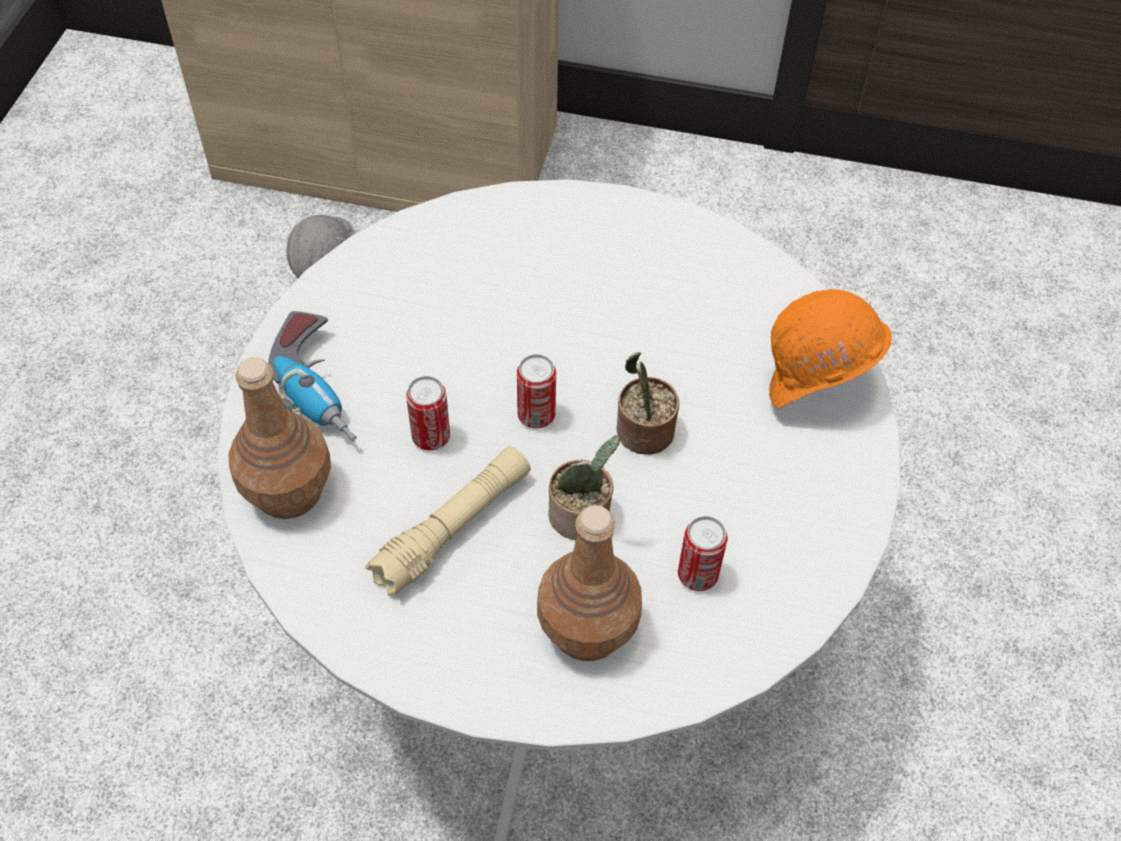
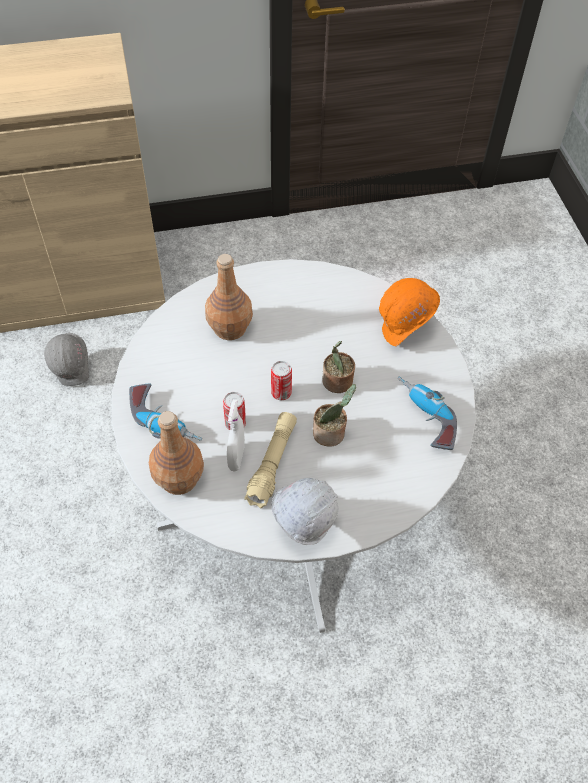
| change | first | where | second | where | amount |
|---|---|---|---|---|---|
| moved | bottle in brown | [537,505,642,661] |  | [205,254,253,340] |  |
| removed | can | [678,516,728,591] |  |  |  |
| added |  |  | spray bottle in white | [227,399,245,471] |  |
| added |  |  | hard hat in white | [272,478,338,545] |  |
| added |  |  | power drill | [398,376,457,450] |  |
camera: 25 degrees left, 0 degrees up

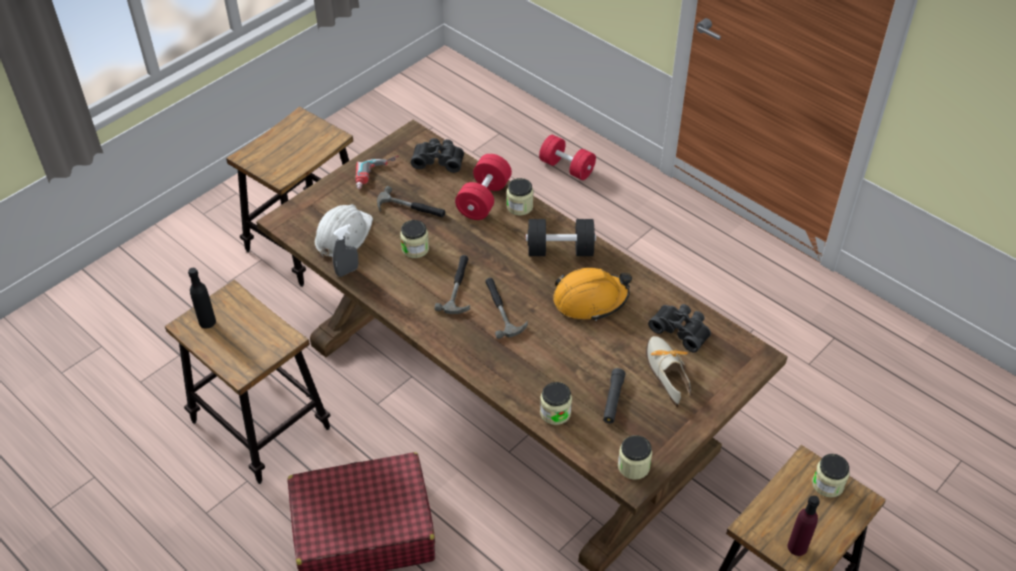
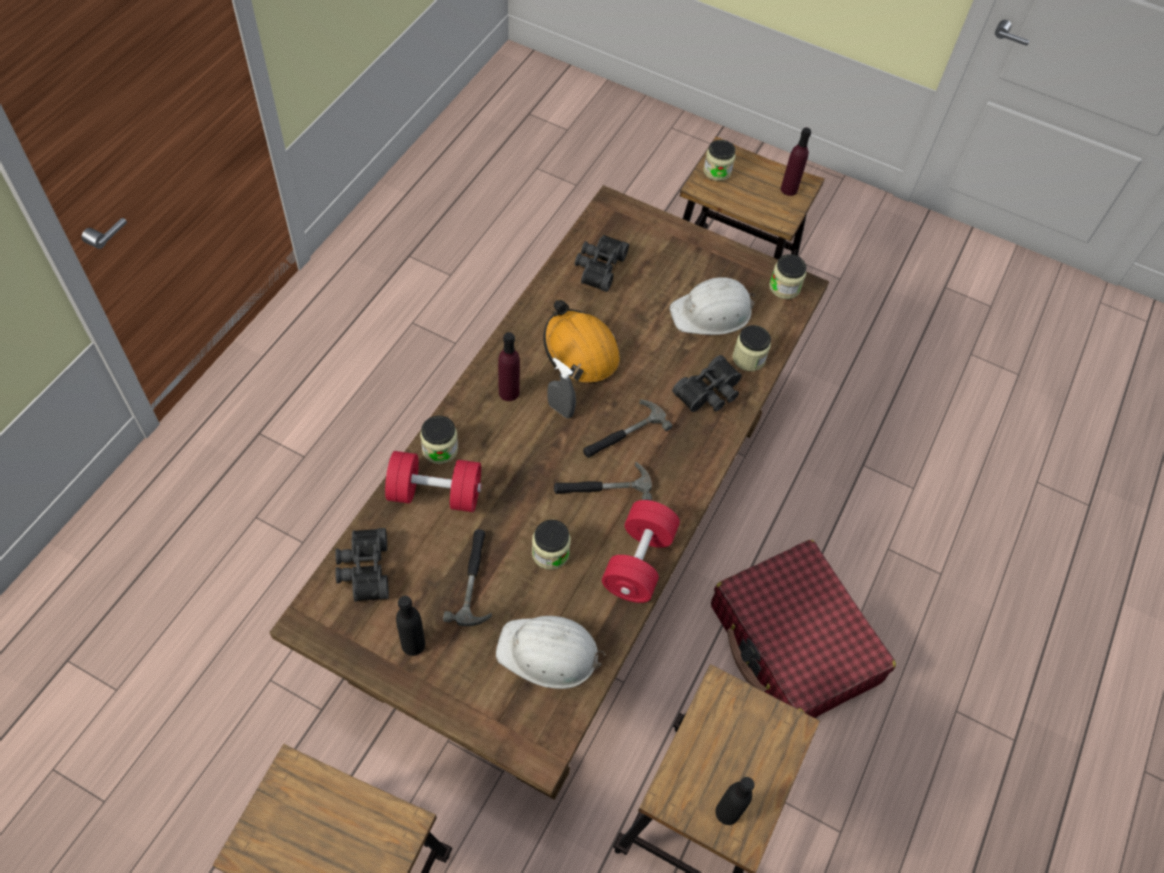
| change | first | where | second | where | amount |
|---|---|---|---|---|---|
| moved | spray bottle in grey | [332,224,358,277] |  | [547,358,576,418] |  |
| replaced | power drill | [355,156,400,189] | bottle in black | [396,596,425,656] |  |
| replaced | dumbbell in black | [526,219,596,256] | bottle in purple | [498,332,520,401] |  |
| moved | dumbbell in red | [539,135,596,180] |  | [602,500,680,603] |  |
| replaced | flashlight in black | [603,368,625,423] | hard hat in white | [670,277,756,335] |  |
| removed | shoe | [646,336,692,408] |  |  |  |
| added |  |  | binoculars in black | [672,355,742,412] |  |
camera: 110 degrees left, 10 degrees up

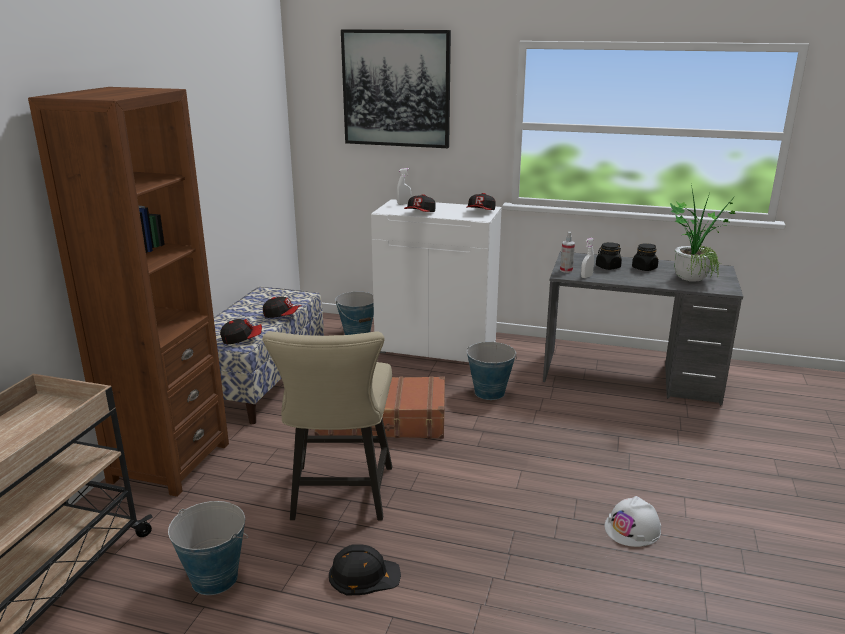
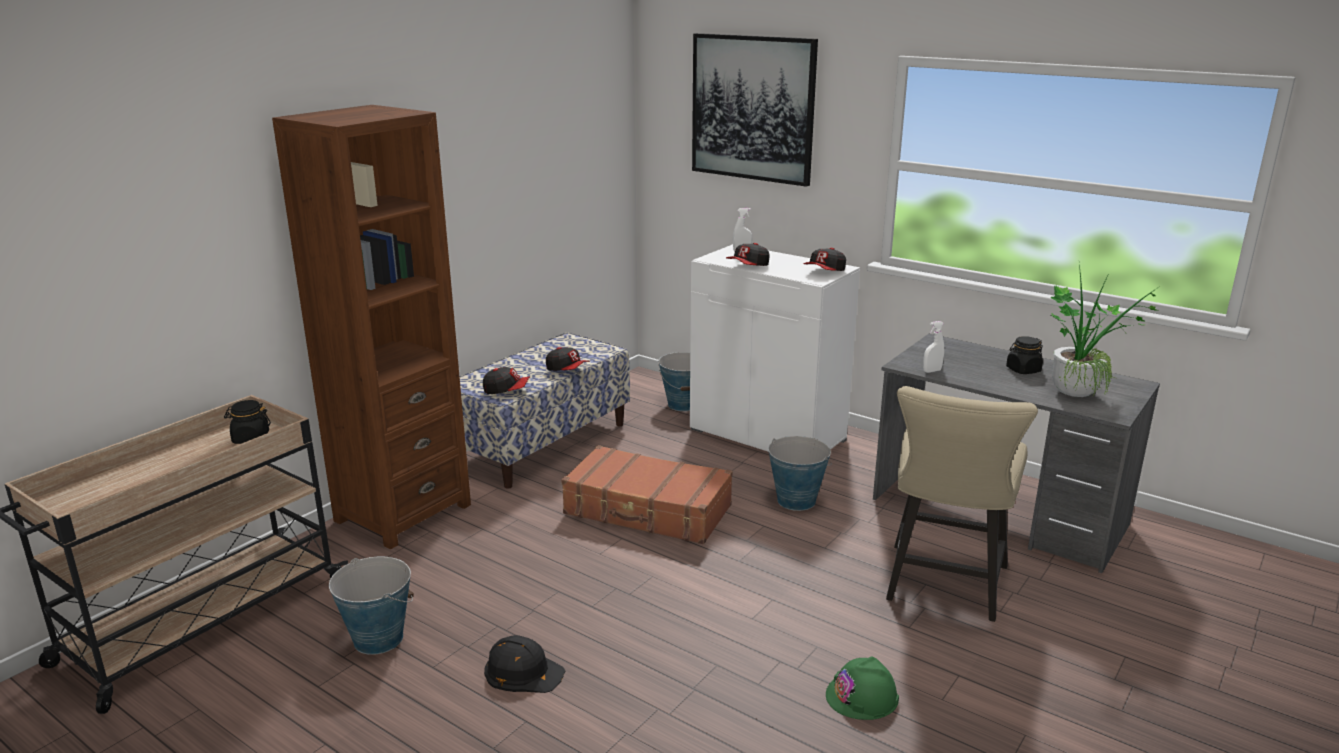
| change | first | where | second | where | amount |
|---|---|---|---|---|---|
| moved | chair in beige | [262,331,392,521] |  | [886,386,1038,622] |  |
| removed | spray bottle | [560,232,575,273] |  |  |  |
| moved | jar in black | [596,242,622,270] |  | [224,400,271,444] |  |
| recoloured | hard hat in white | [605,496,661,547] | hard hat in green | [826,656,899,720] |  |
camera: 20 degrees right, 0 degrees up

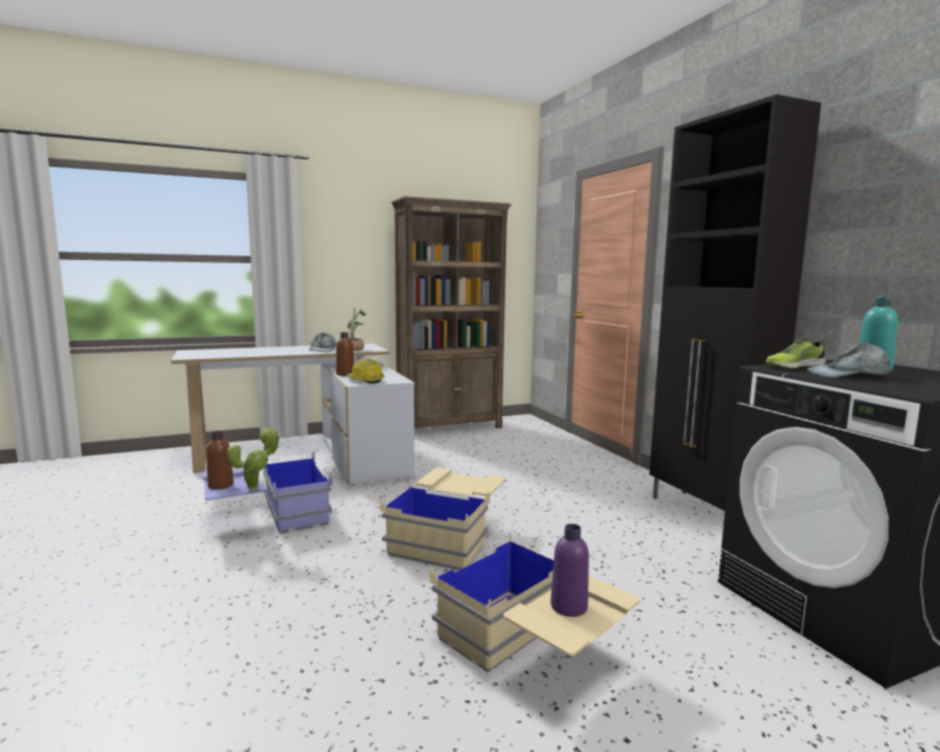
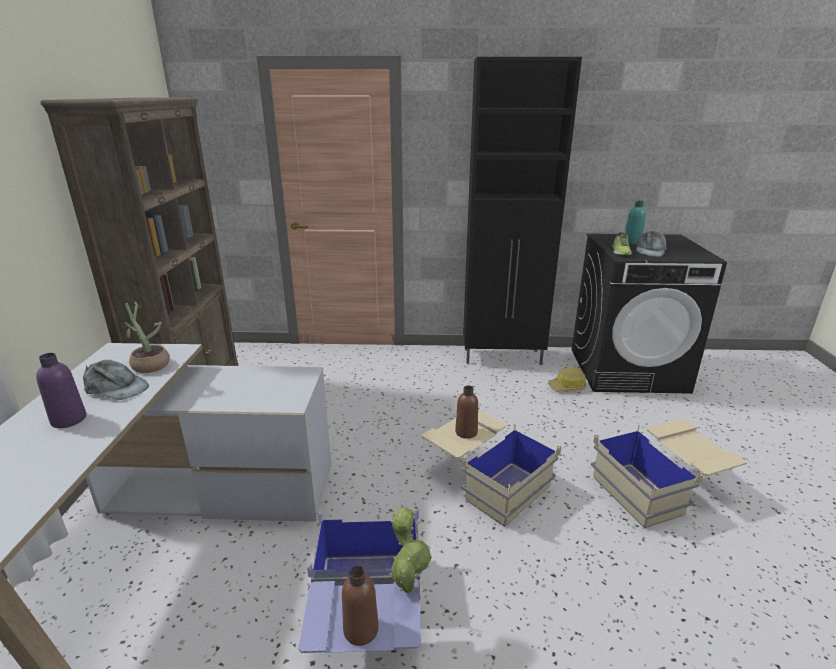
| change | first | where | second | where | amount |
|---|---|---|---|---|---|
| moved | bottle in brown | [336,332,354,376] |  | [455,386,478,439] |  |
| moved | hard hat | [347,358,385,384] |  | [548,367,587,391] |  |
| moved | bottle in purple | [551,524,589,617] |  | [36,353,86,428] |  |
camera: 65 degrees left, 15 degrees up

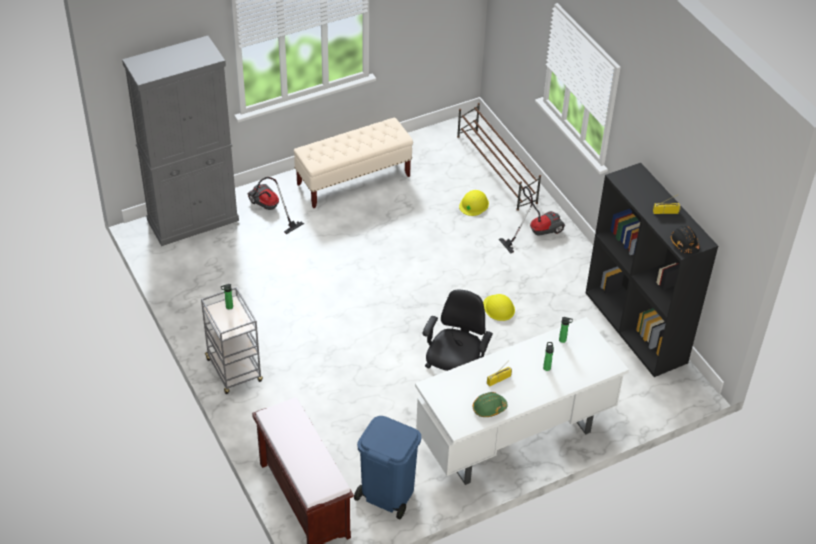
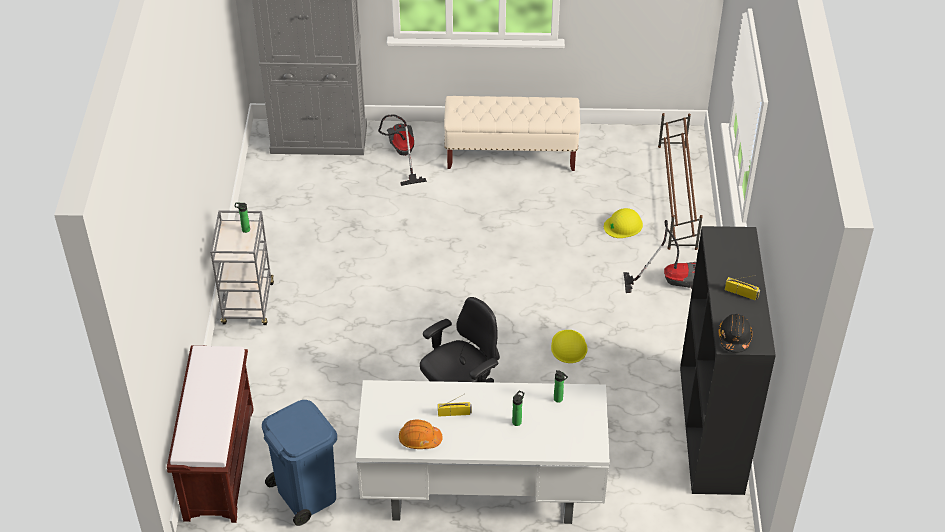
| change | first | where | second | where | amount |
|---|---|---|---|---|---|
| recoloured | hard hat in green | [473,392,507,417] | hard hat in orange | [399,420,443,449] |  |
camera: 30 degrees right, 0 degrees up

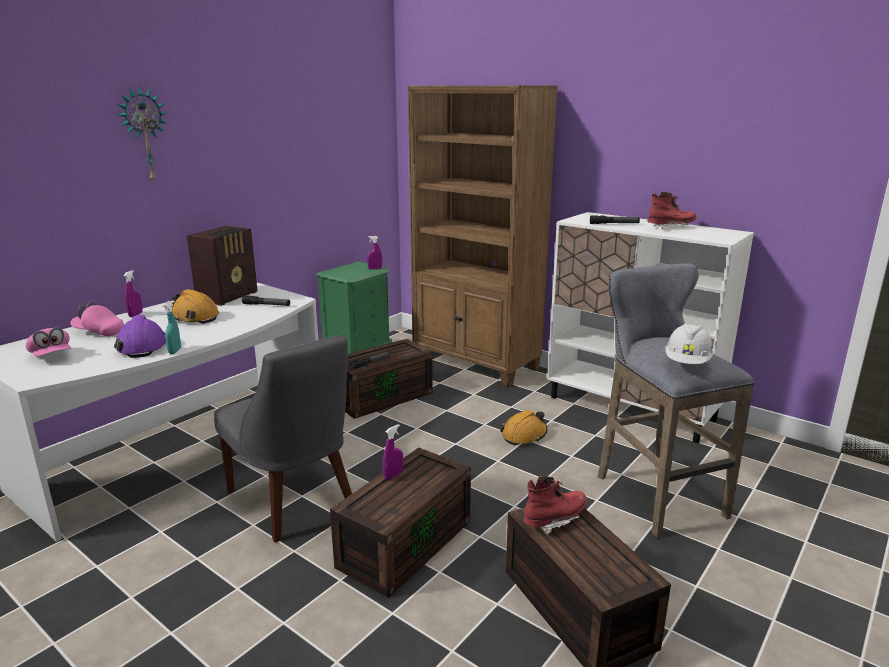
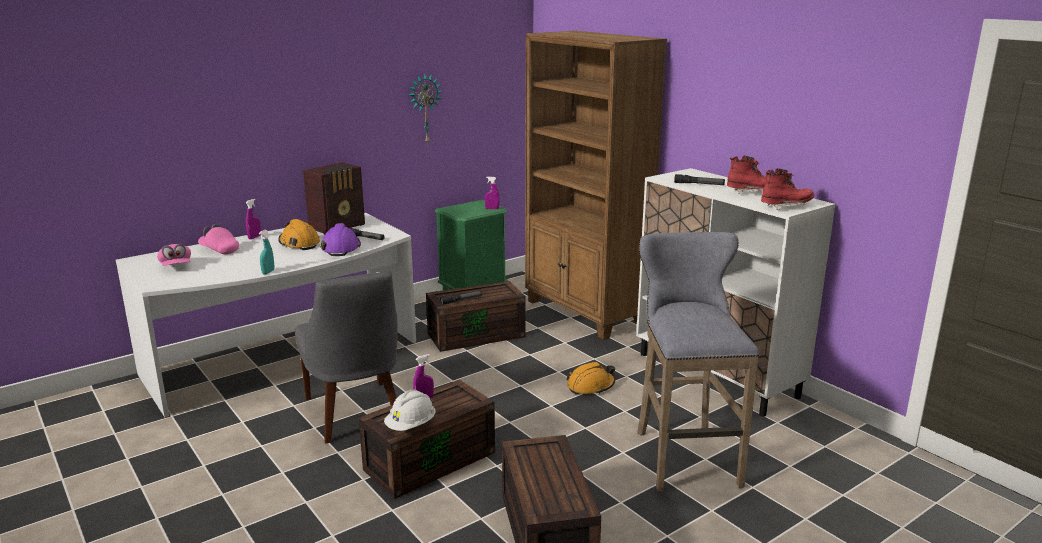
| change | first | where | second | where | amount |
|---|---|---|---|---|---|
| moved | hard hat in purple | [114,315,166,358] |  | [320,223,361,256] |  |
| moved | wall clock | [118,87,168,183] |  | [409,74,442,145] |  |
| moved | boot in red | [524,476,587,535] |  | [761,168,814,210] |  |
| moved | hard hat in white | [665,323,714,364] |  | [384,390,435,431] |  |
camera: 15 degrees right, 0 degrees up

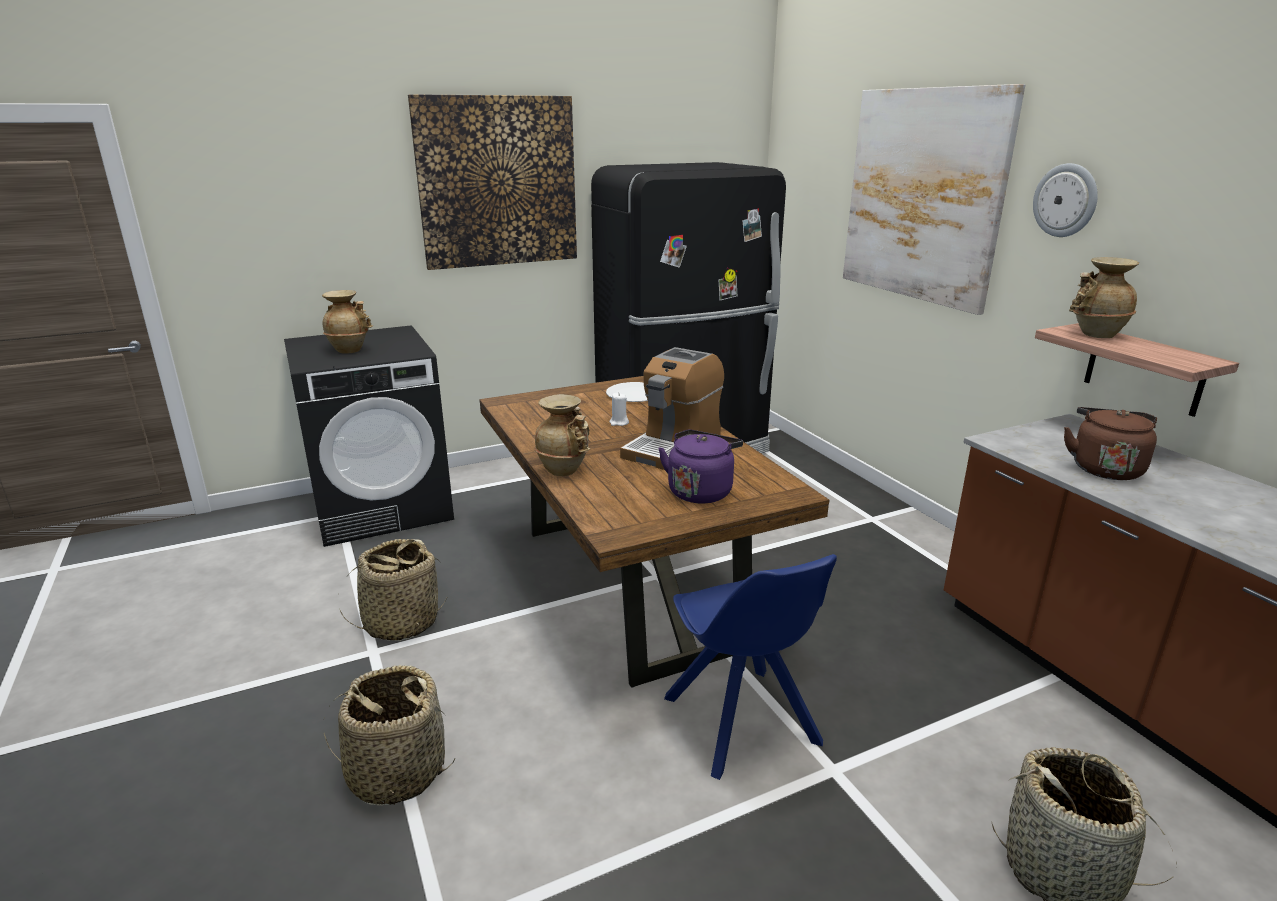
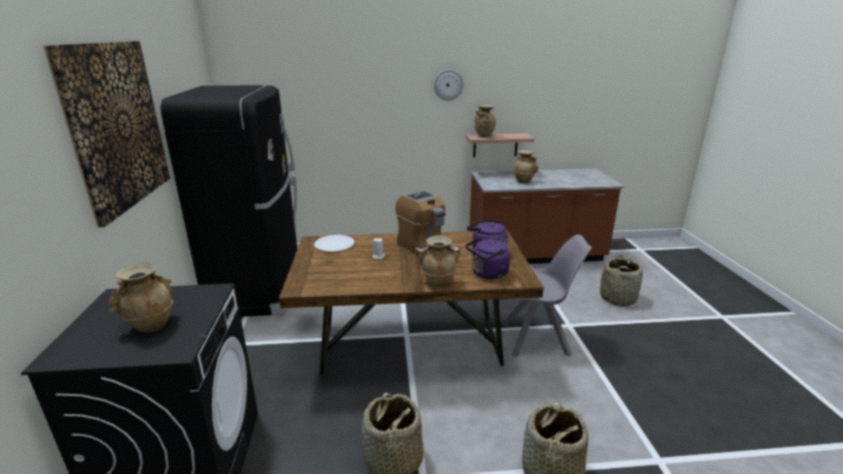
| change | first | where | second | where | amount |
|---|---|---|---|---|---|
| recoloured | chair in blue | [664,554,837,780] | chair in grey | [502,235,592,357] |  |
| removed | picture | [843,84,1025,315] |  |  |  |
| replaced | kettle in brown | [1064,407,1157,480] | vase in beige | [513,150,539,183] |  |
| added |  |  | kettle in purple | [466,237,510,280] |  |
camera: 70 degrees left, 0 degrees up

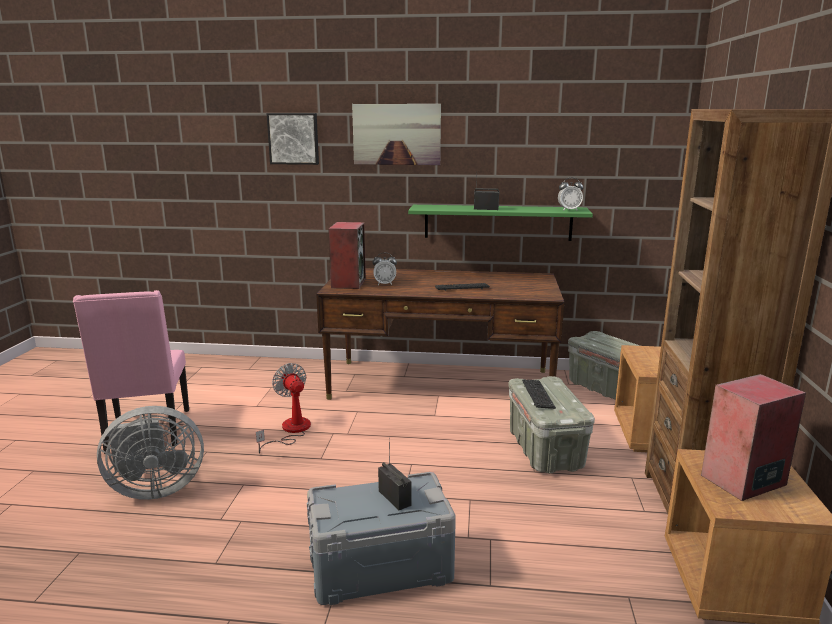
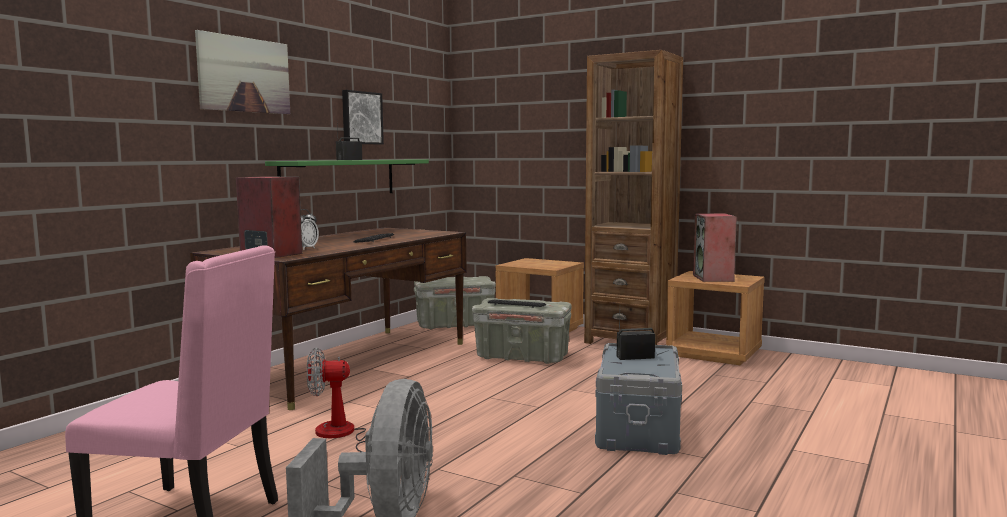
| change | first | where | second | where | amount |
|---|---|---|---|---|---|
| moved | picture | [267,113,319,165] |  | [342,90,384,144] |  |
| removed | alarm clock | [558,177,584,211] |  |  |  |
camera: 65 degrees left, 10 degrees down

